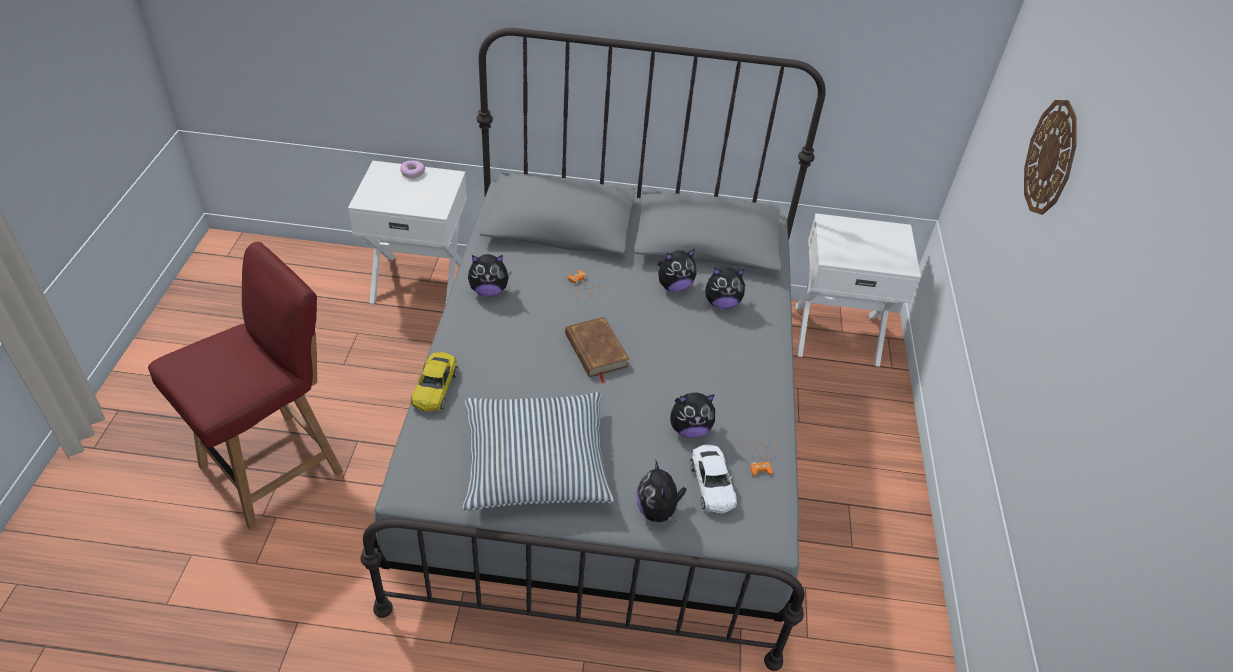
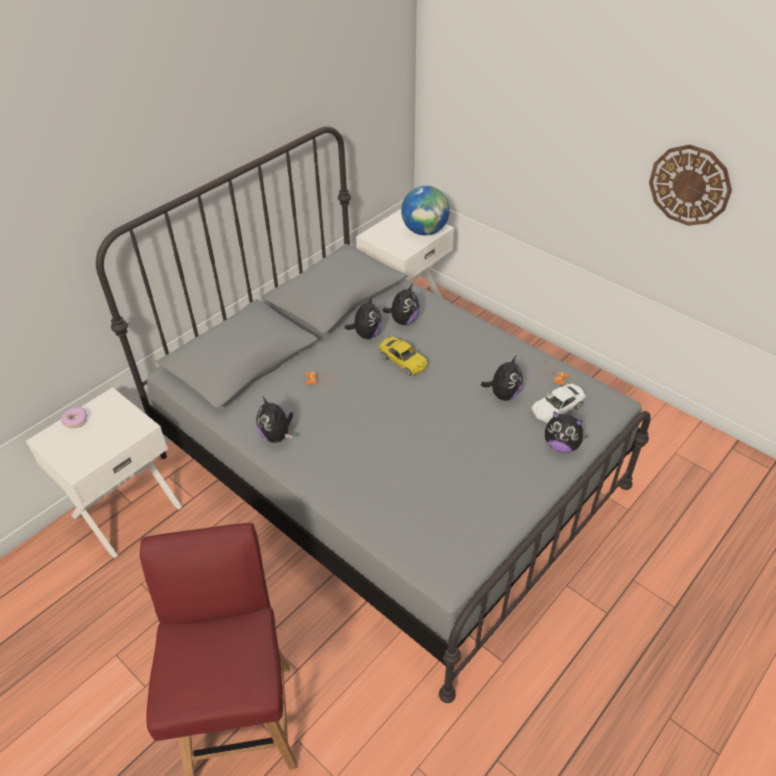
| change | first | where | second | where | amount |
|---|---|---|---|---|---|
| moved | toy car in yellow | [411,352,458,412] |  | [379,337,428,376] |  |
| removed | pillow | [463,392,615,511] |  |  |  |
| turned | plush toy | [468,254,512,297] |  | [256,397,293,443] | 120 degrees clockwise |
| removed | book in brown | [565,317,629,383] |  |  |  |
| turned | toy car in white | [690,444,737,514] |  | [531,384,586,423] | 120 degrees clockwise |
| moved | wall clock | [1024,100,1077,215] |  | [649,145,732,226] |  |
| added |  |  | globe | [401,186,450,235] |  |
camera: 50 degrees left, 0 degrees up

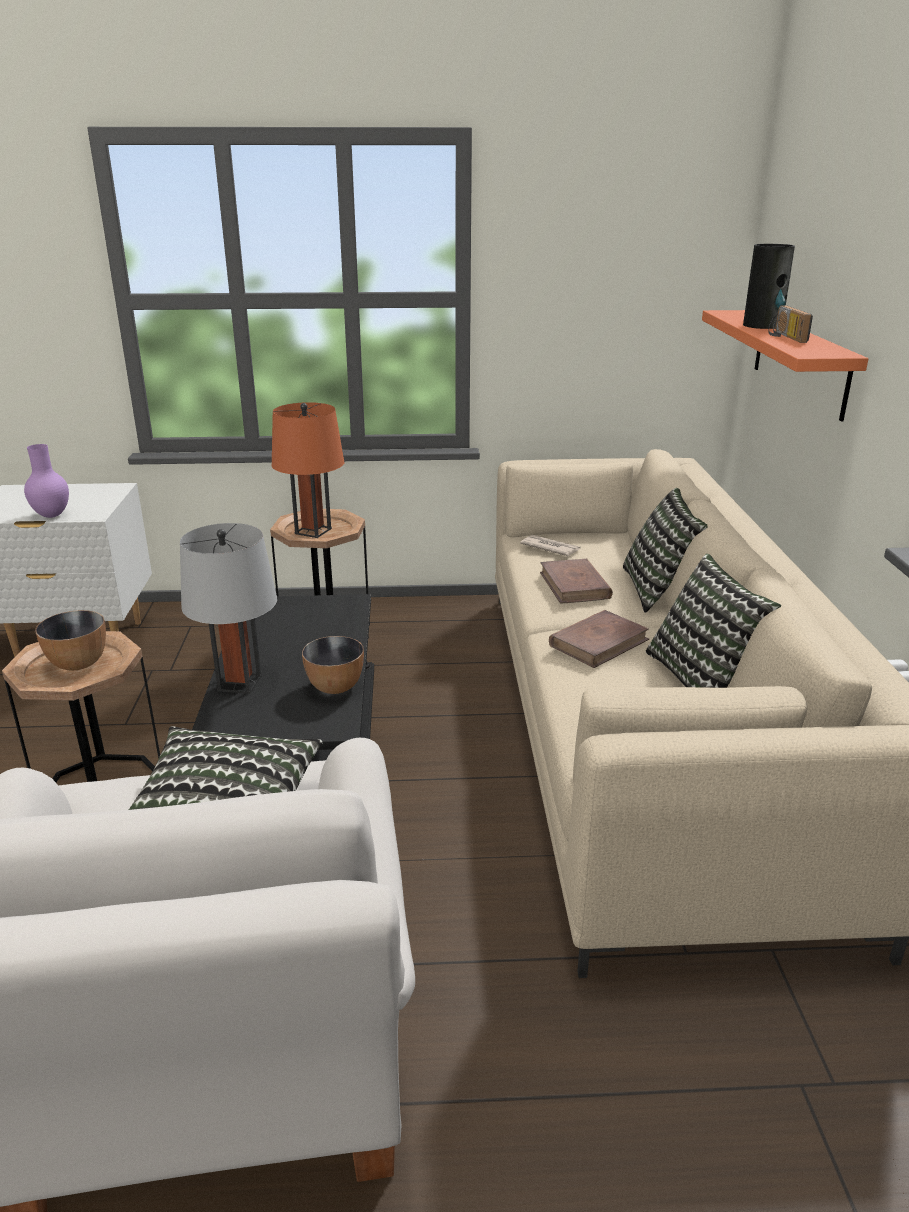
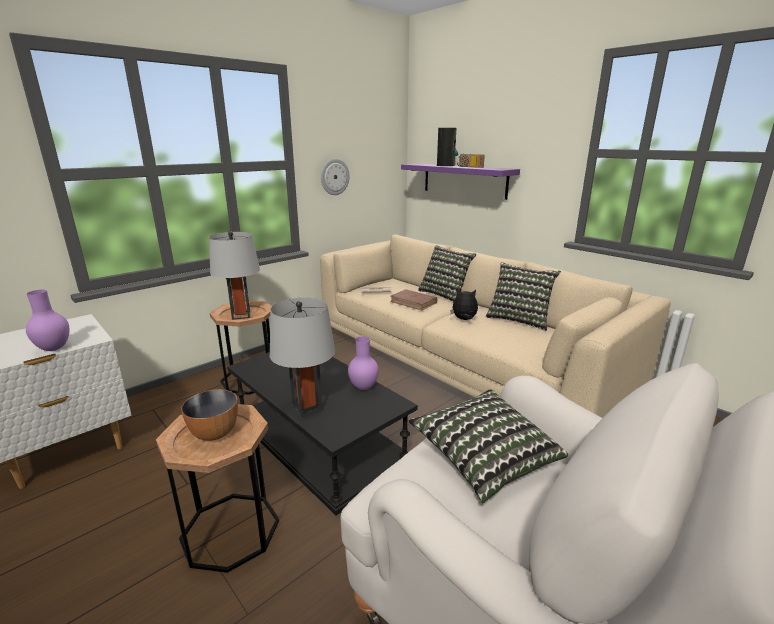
| change | first | where | second | where | amount |
|---|---|---|---|---|---|
| recoloured | table lamp in orange | [272,402,344,538] | table lamp in grey | [209,231,260,320] |  |
| replaced | bowl | [302,636,364,694] | vase in purple | [348,336,379,390] |  |
| replaced | book in brown | [549,610,649,668] | plush toy | [450,289,478,320] |  |
| recoloured | shelf in orange | [702,310,868,421] | shelf in purple | [401,164,520,200] |  |
| added |  |  | wall clock | [321,158,350,195] |  |
camera: 40 degrees left, 5 degrees down

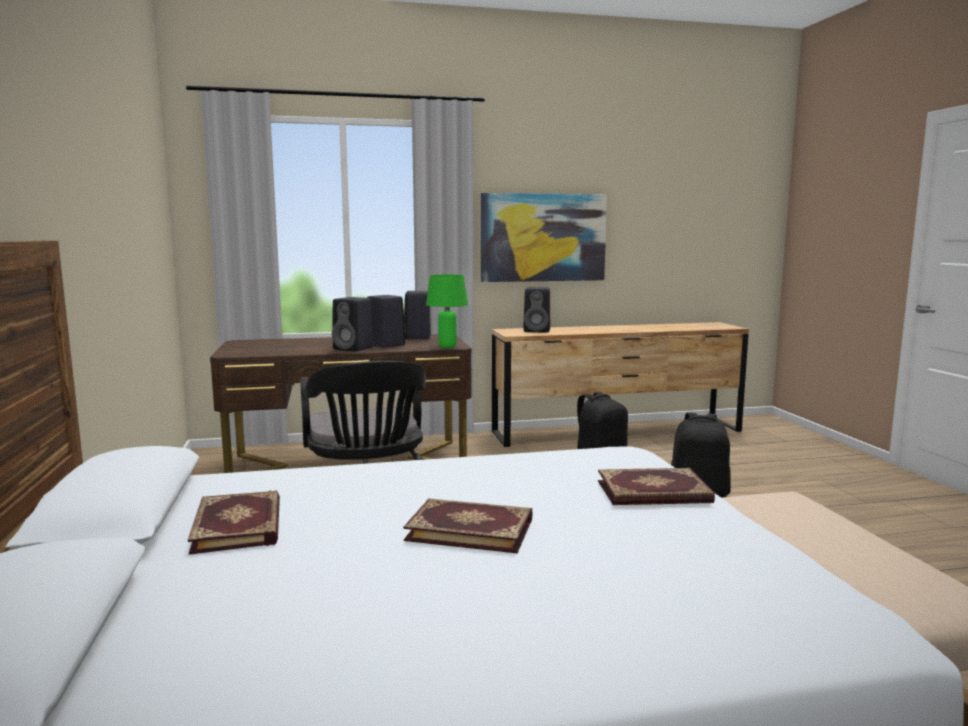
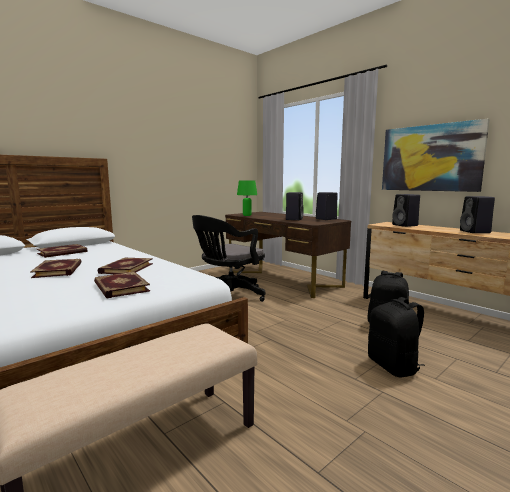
| change | first | where | second | where | amount |
|---|---|---|---|---|---|
| moved | speaker in black | [332,297,373,352] |  | [460,196,495,233] |  |
| moved | table lamp in green | [426,274,468,348] |  | [237,180,257,216] |  |
| added |  |  | book | [98,257,153,274] |  |
camera: 60 degrees right, 0 degrees up

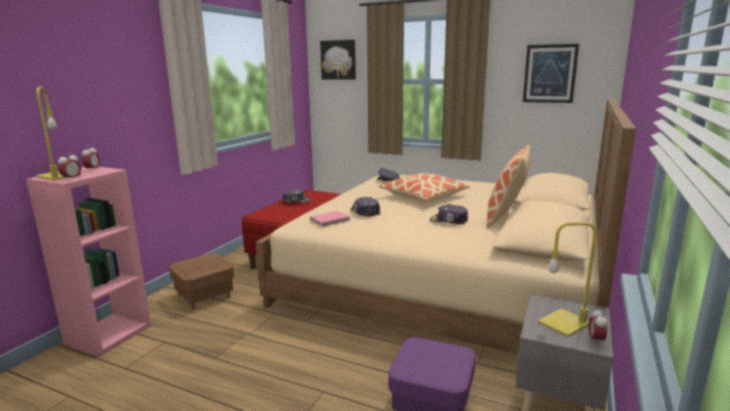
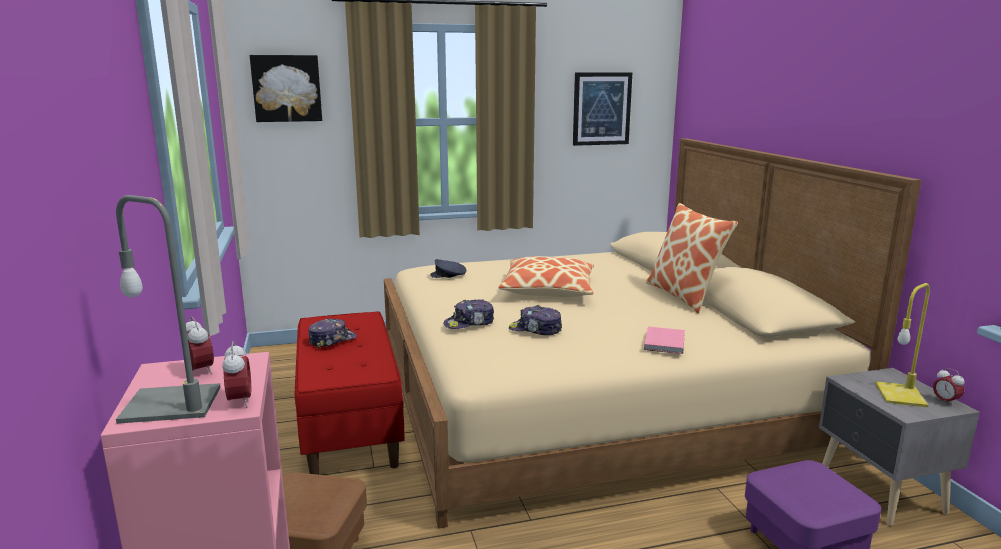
| change | first | where | second | where | amount |
|---|---|---|---|---|---|
| recoloured | table lamp in yellow | [36,87,82,181] | table lamp in grey | [116,195,221,424] |  |
| moved | book in pink | [310,211,351,227] |  | [644,327,685,354] |  |
| moved | cap | [430,204,468,224] |  | [443,299,494,329] |  |
camera: 40 degrees left, 0 degrees up

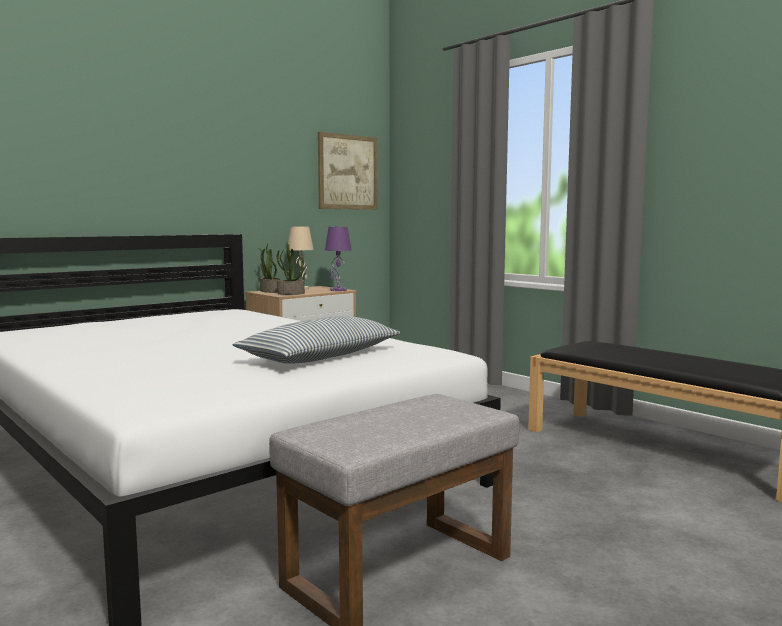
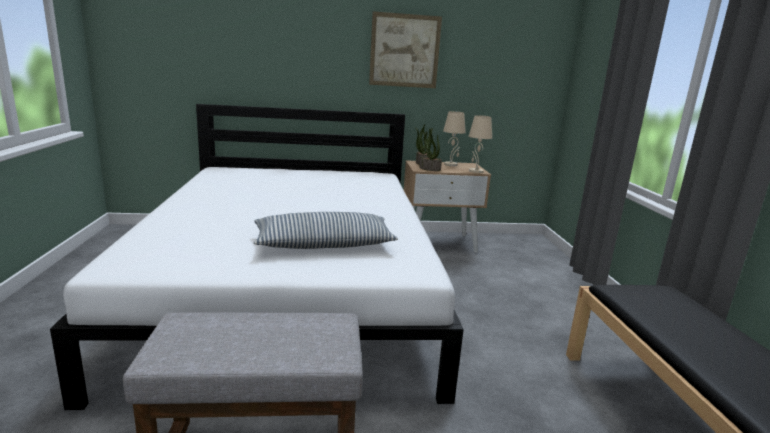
| change | first | where | second | where | amount |
|---|---|---|---|---|---|
| moved | picture | [318,132,378,210] |  | [369,11,442,88] |  |
| recoloured | table lamp in purple | [325,227,352,291] | table lamp in beige | [469,115,492,173] |  |
camera: 35 degrees right, 10 degrees up

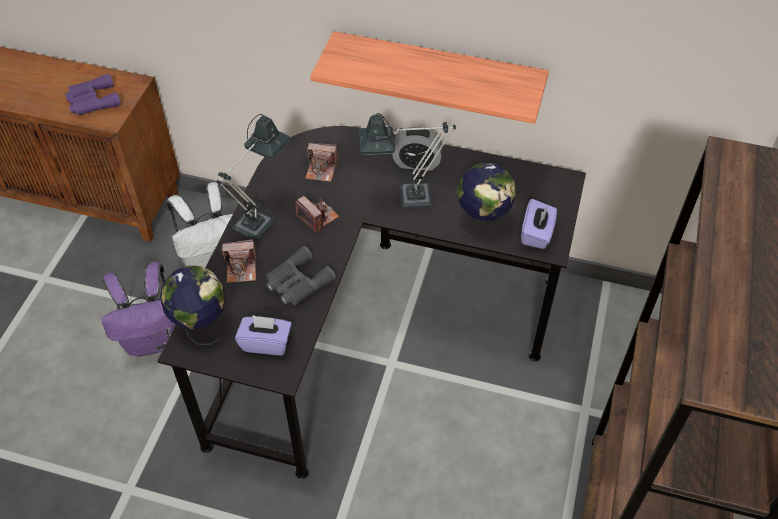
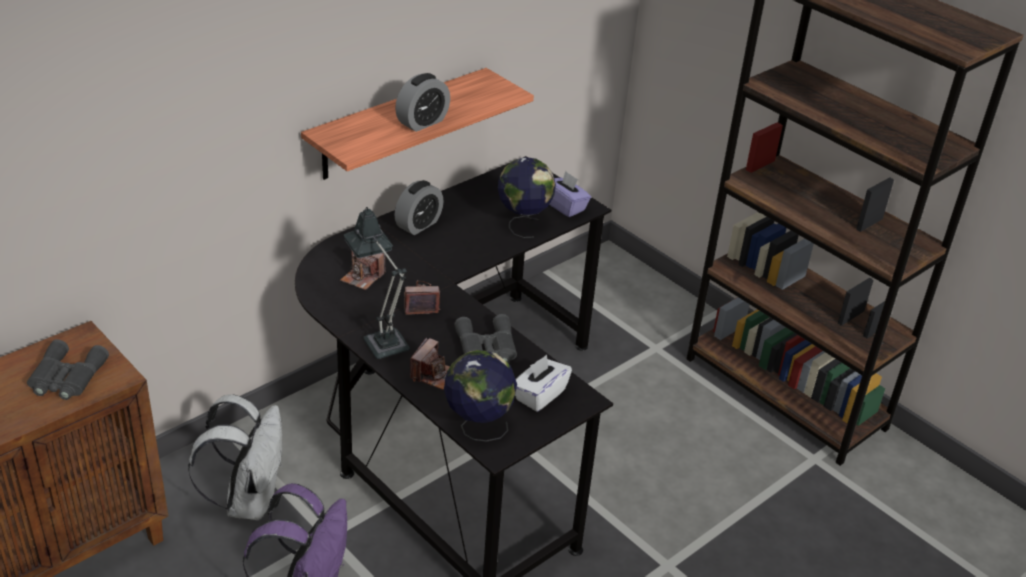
| change | first | where | second | where | amount |
|---|---|---|---|---|---|
| recoloured | binoculars in purple | [65,74,121,116] | binoculars in grey | [27,339,109,400] |  |
| recoloured | tissue box in purple | [235,315,292,355] | tissue box in white | [515,355,572,412] |  |
| turned | photo camera | [305,143,338,182] |  | [340,250,386,290] | 75 degrees clockwise |
| removed | table lamp | [359,113,456,208] |  |  |  |
| added |  |  | alarm clock | [395,73,450,132] |  |
camera: 60 degrees left, 15 degrees down

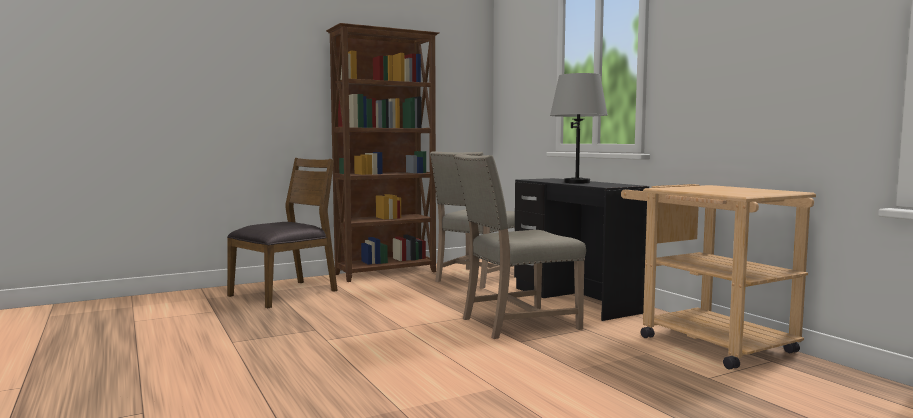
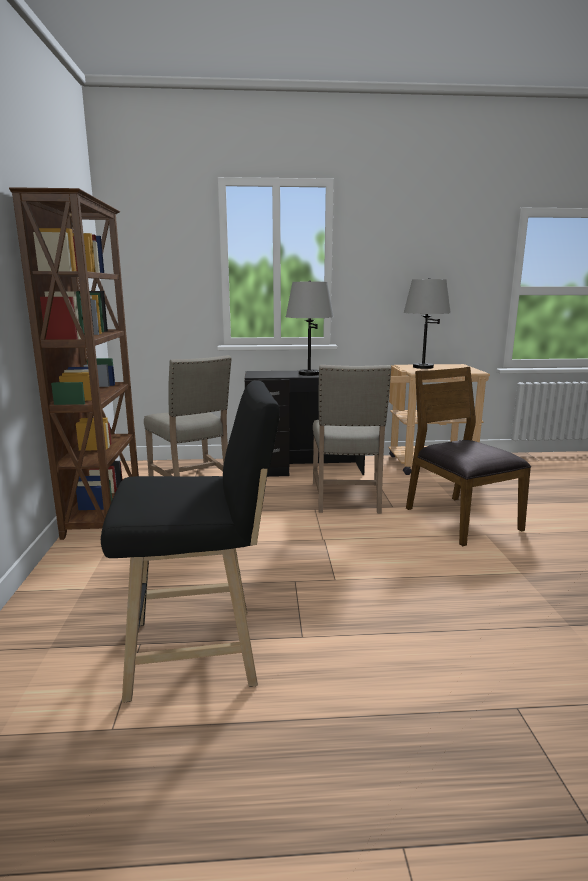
| change | first | where | second | where | amount |
|---|---|---|---|---|---|
| moved | chair in brown | [227,158,338,308] |  | [406,367,531,546] |  |
| added |  |  | stool in black | [101,380,279,703] |  |
| added |  |  | table lamp in grey | [404,278,451,369] |  |
camera: 65 degrees left, 10 degrees up

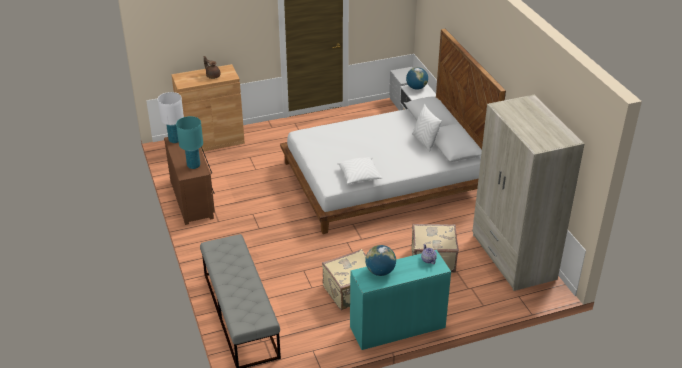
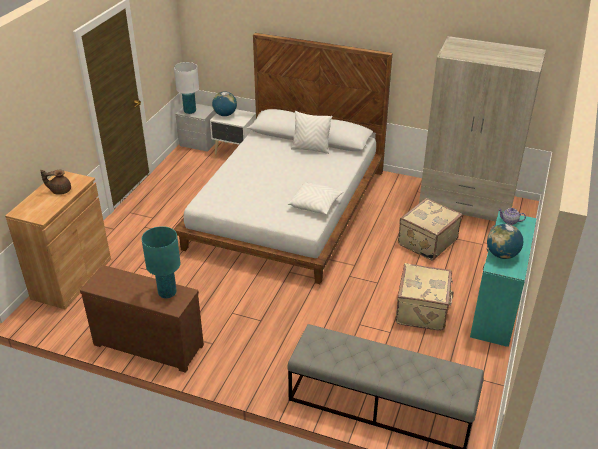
| change | first | where | second | where | amount |
|---|---|---|---|---|---|
| moved | table lamp in white | [157,92,184,143] |  | [174,62,199,114] |  |
camera: 50 degrees left, 0 degrees up

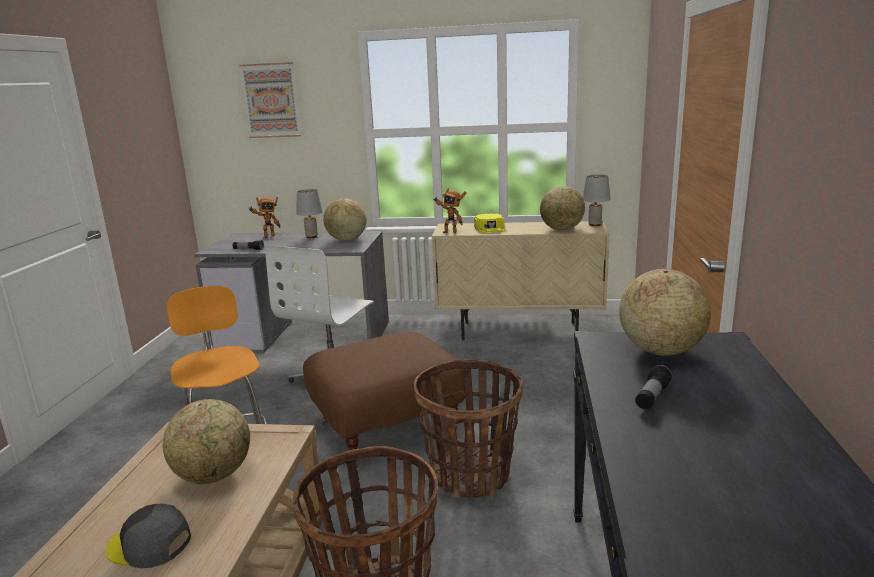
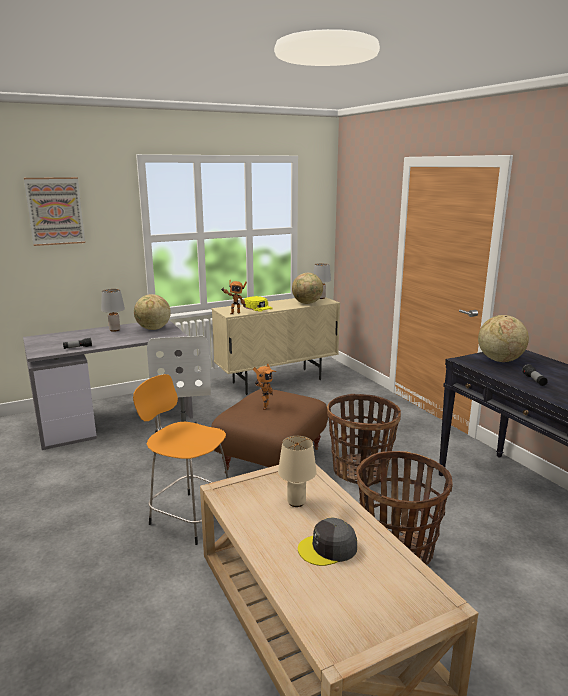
| change | first | where | second | where | amount |
|---|---|---|---|---|---|
| replaced | globe | [163,399,250,484] | table lamp in beige | [278,436,317,507] |  |
| moved | toy robot | [249,197,280,238] |  | [253,363,276,410] |  |
camera: 35 degrees left, 0 degrees up

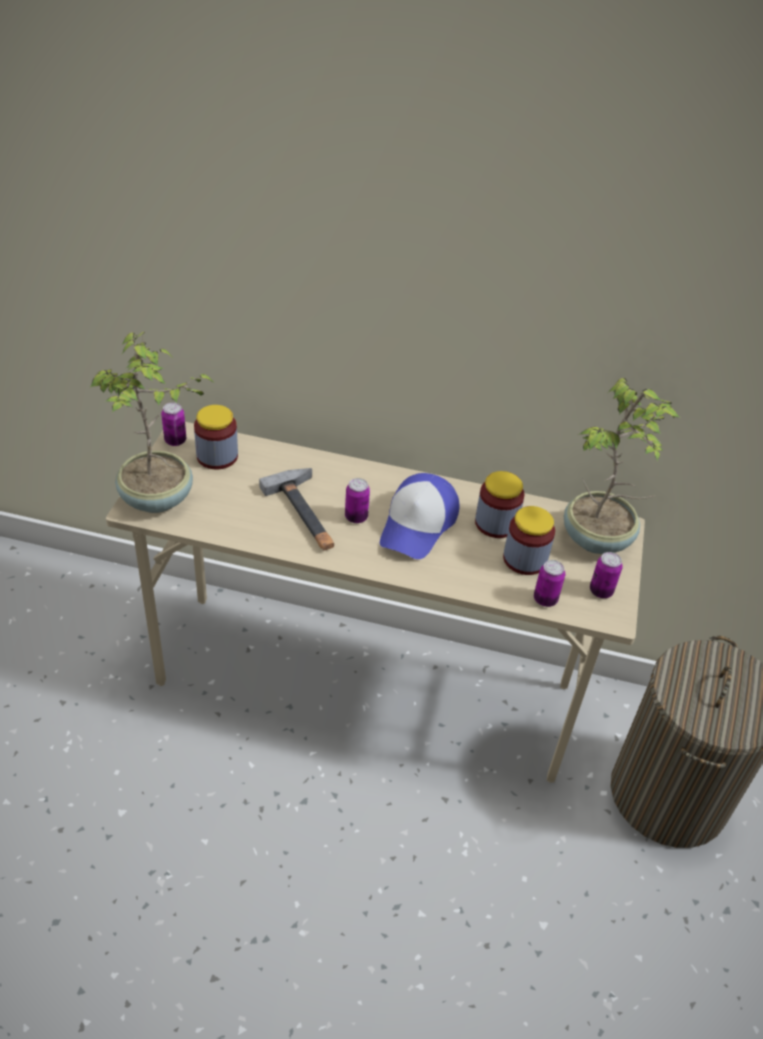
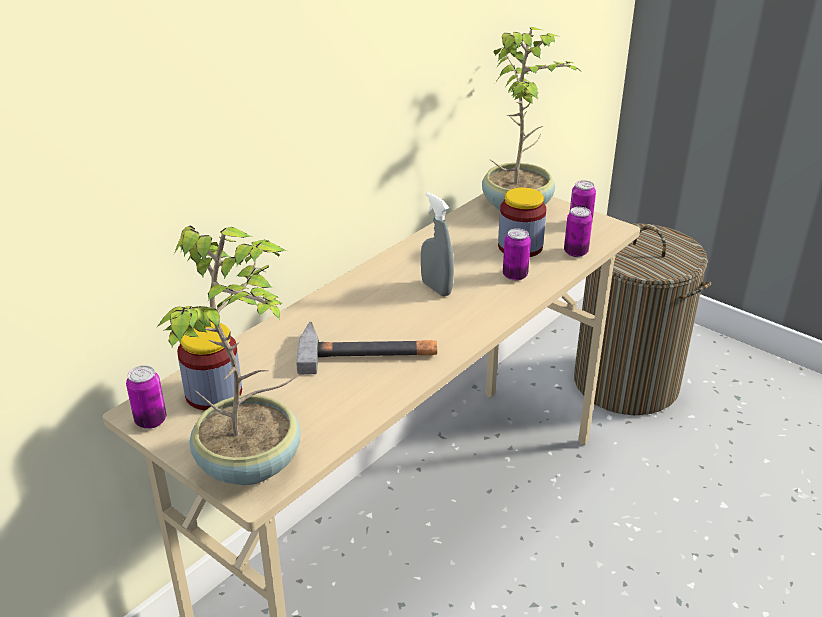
| change | first | where | second | where | amount |
|---|---|---|---|---|---|
| moved | can | [345,478,370,523] |  | [503,228,531,281] |  |
| replaced | cap | [380,473,459,559] | spray bottle in grey | [421,192,454,296] |  |
| removed | jar | [475,471,524,538] |  |  |  |
camera: 60 degrees left, 10 degrees down

